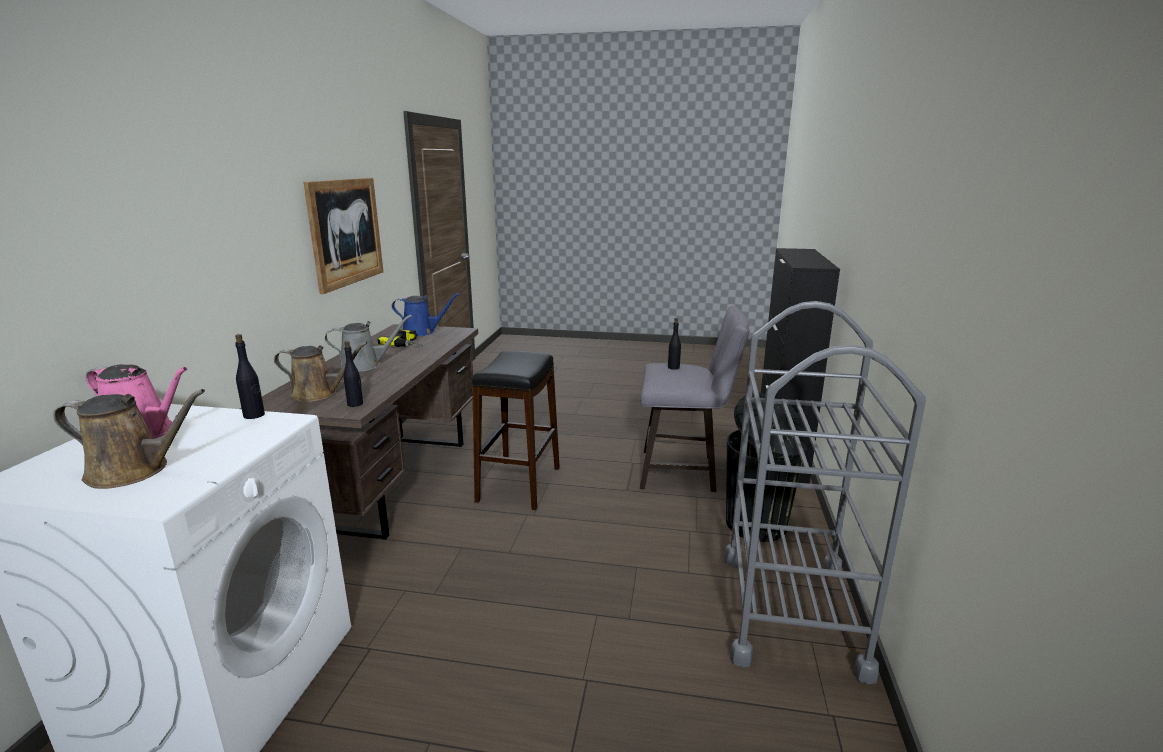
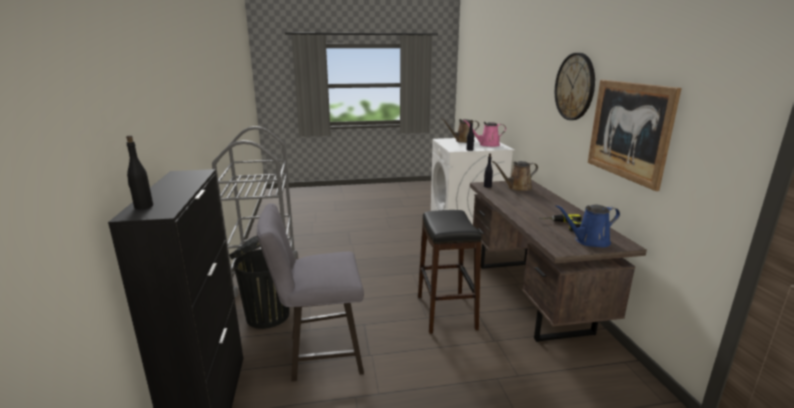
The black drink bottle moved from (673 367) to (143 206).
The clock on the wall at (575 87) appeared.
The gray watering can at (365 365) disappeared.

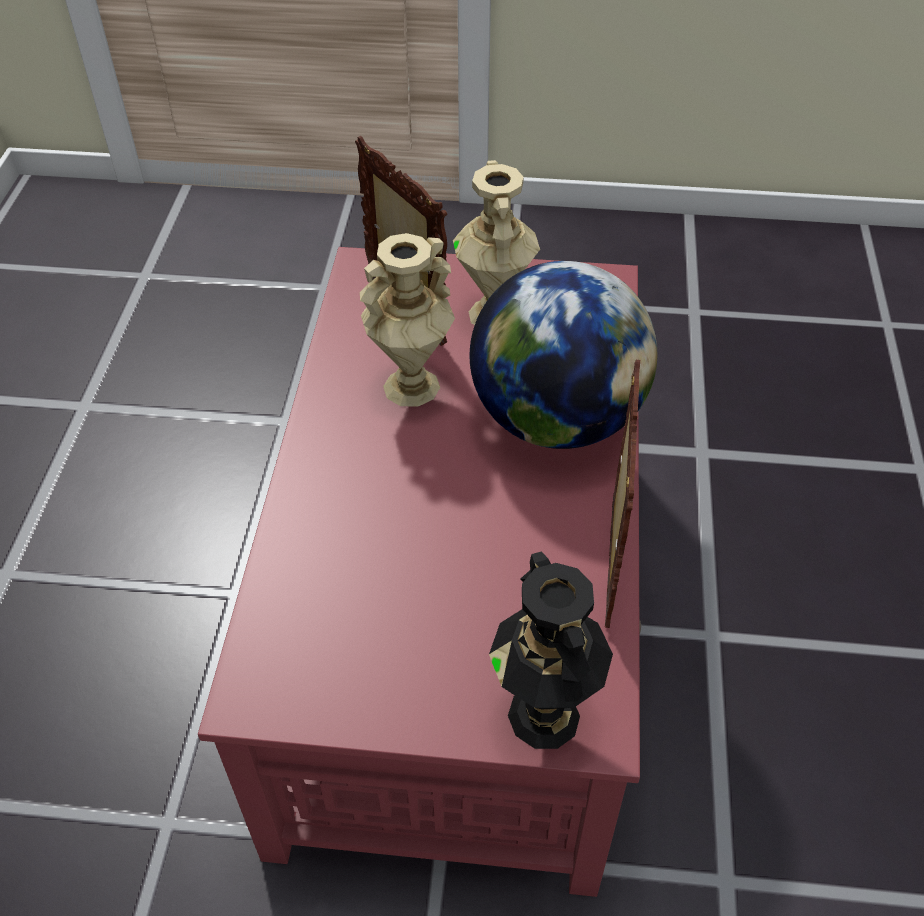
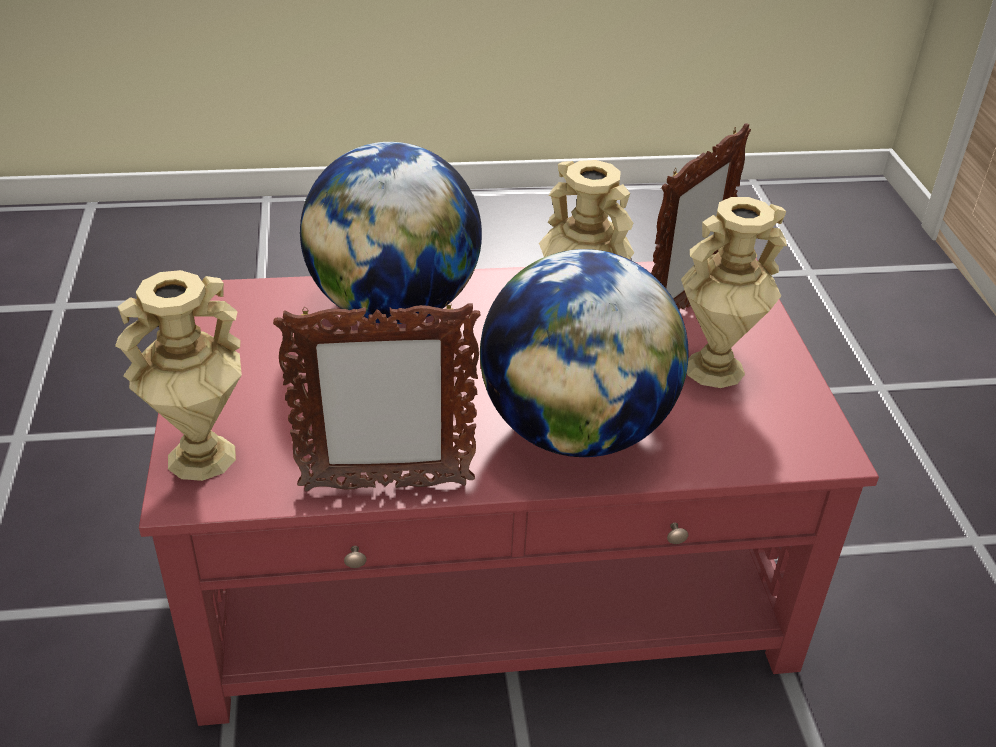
The black vase at (545 715) became the beige vase at (201 458).
The globe at (394 307) appeared.

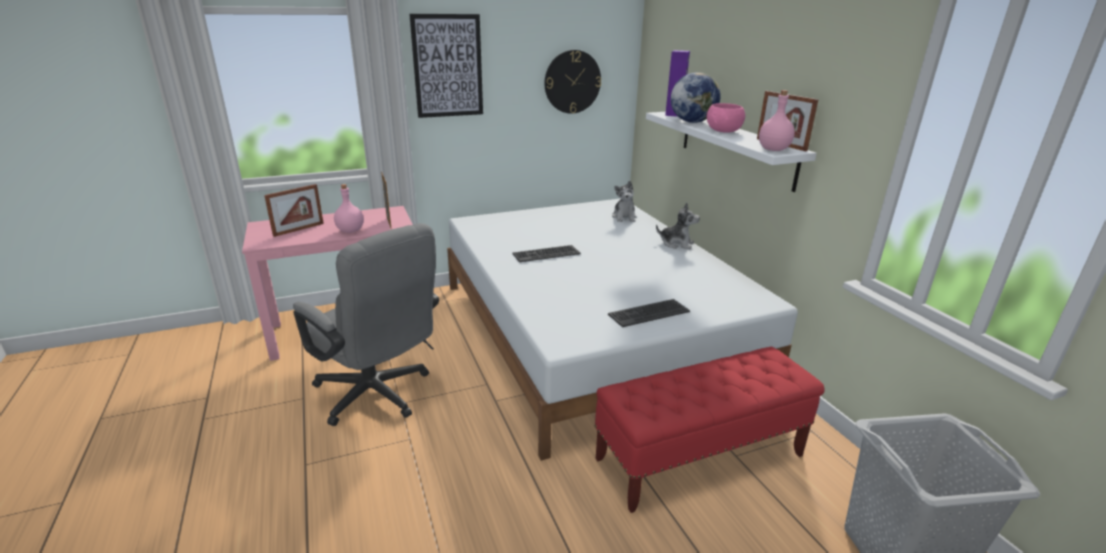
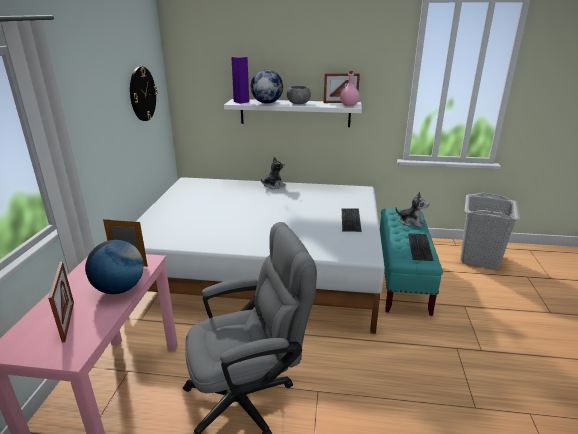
The pink-coloured drink bottle at (350 231) was replaced by the globe at (119 289).
The pink-coloured bowl at (723 131) became the gray bowl at (298 103).
The reddish long seat at (700 457) became the turquoise-coloured long seat at (402 278).
The soft toy moved from (624 217) to (411 222).
The PC keyboard moved from (546 254) to (419 247).
The wall art at (448 66) disappeared.

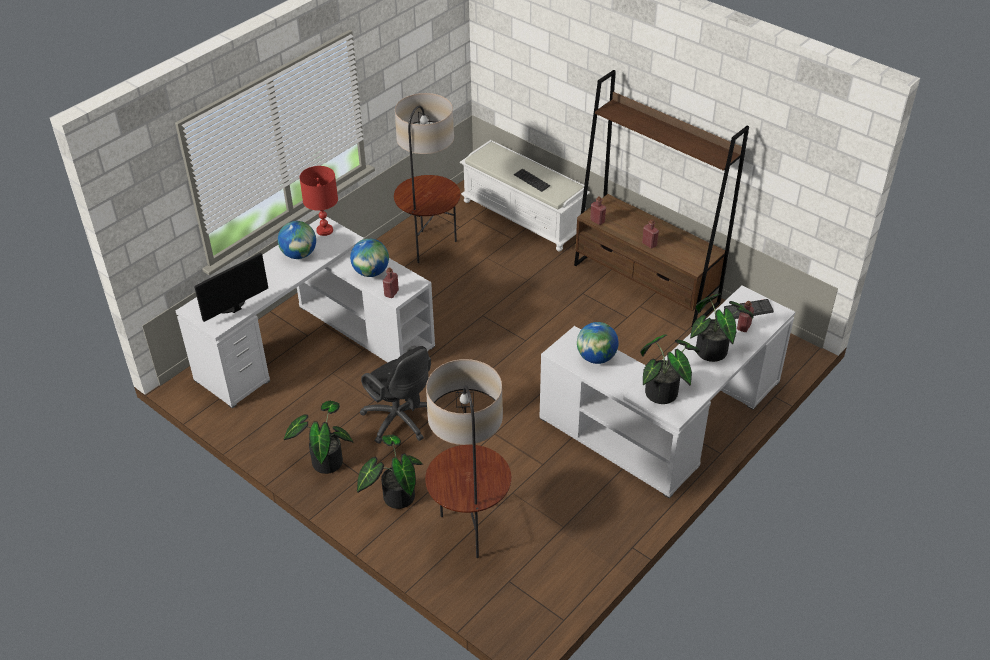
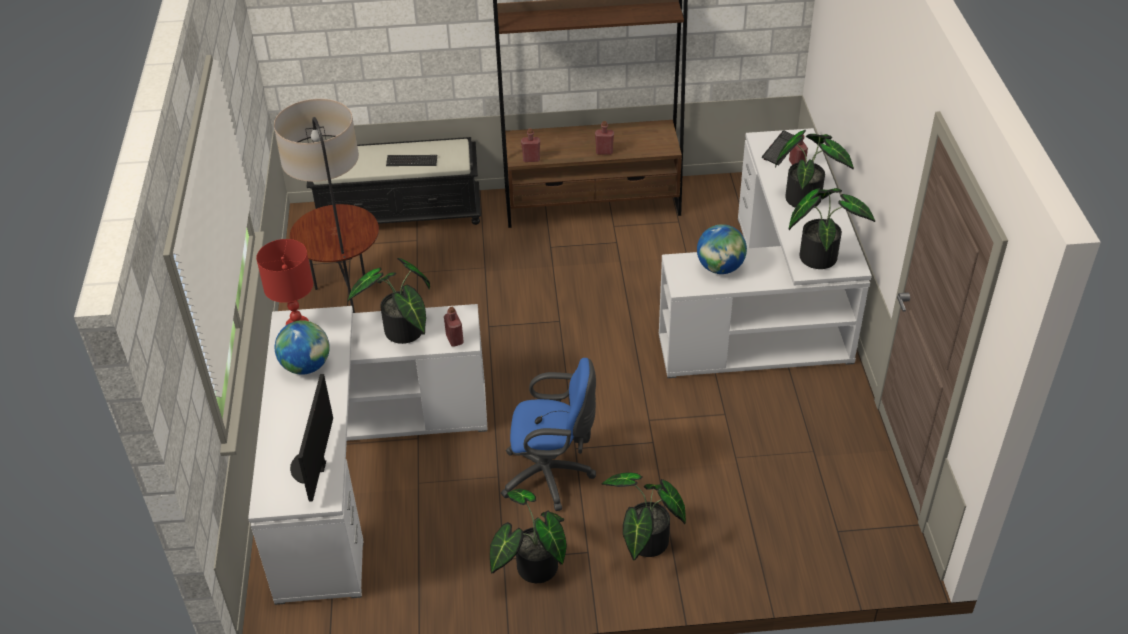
The white-coloured long seat at (524 216) became the black long seat at (400 213).
The globe at (371 272) was replaced by the plant in a pot at (403 334).
The black computer chair at (400 422) became the blue computer chair at (551 475).
The standing lamp at (470 531) disappeared.

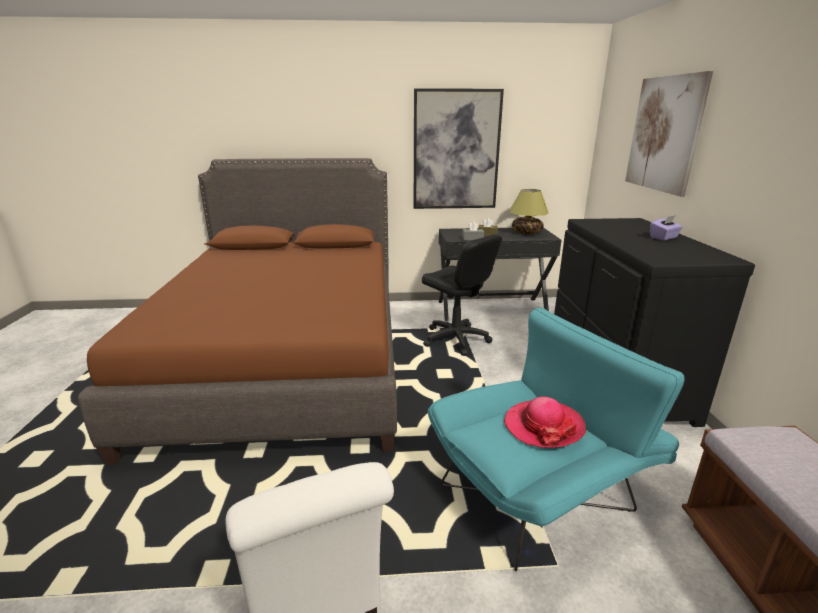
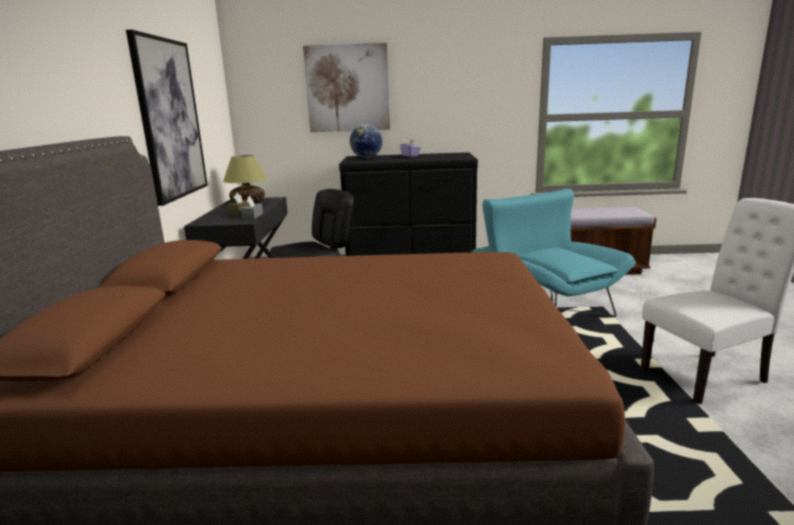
The globe at (366 158) appeared.
The wearable hat at (543 426) disappeared.

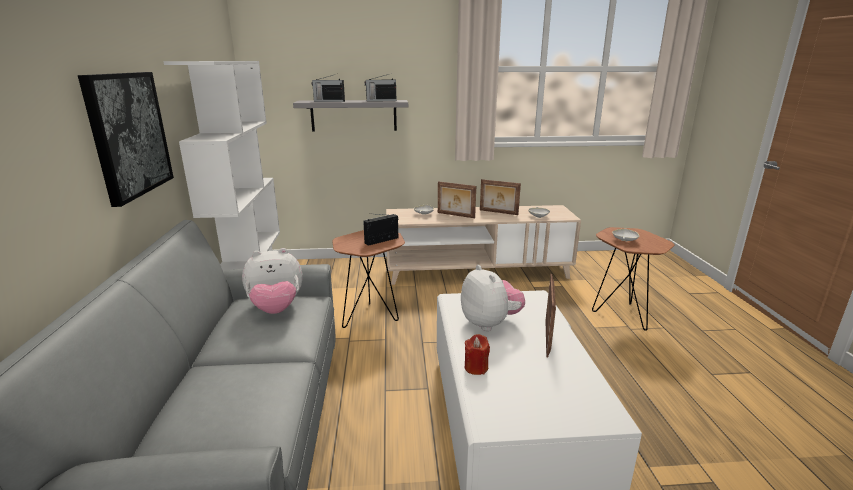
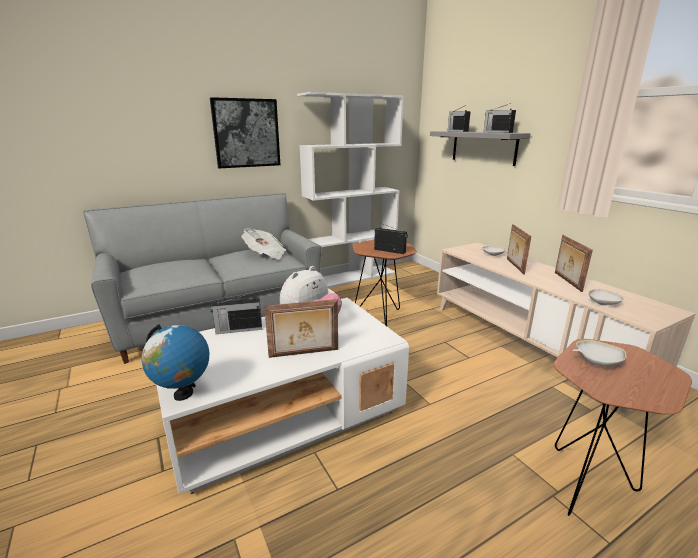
The globe at (183 394) appeared.
The reddish candle at (476 367) was replaced by the radio at (238 329).
The soft toy at (276 308) was replaced by the newspaper at (265 254).

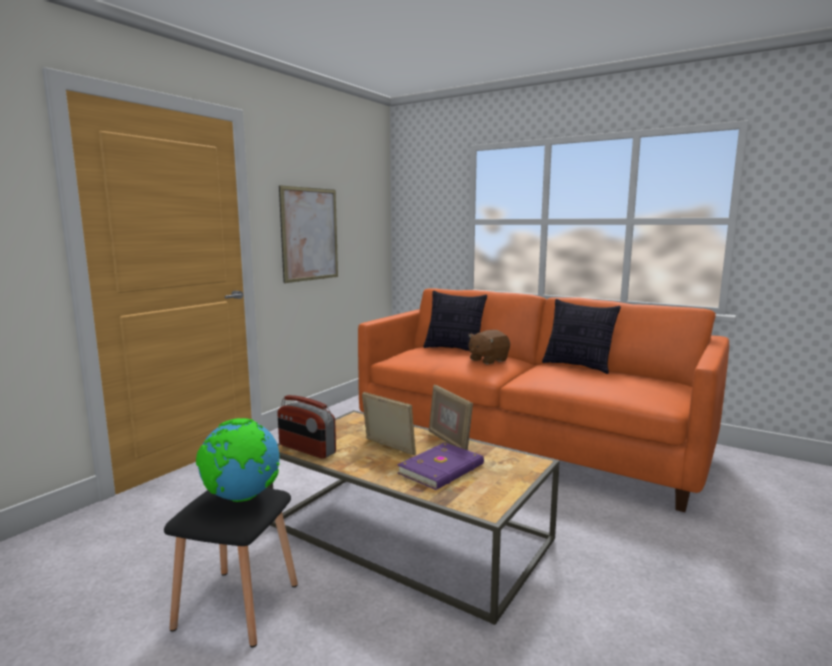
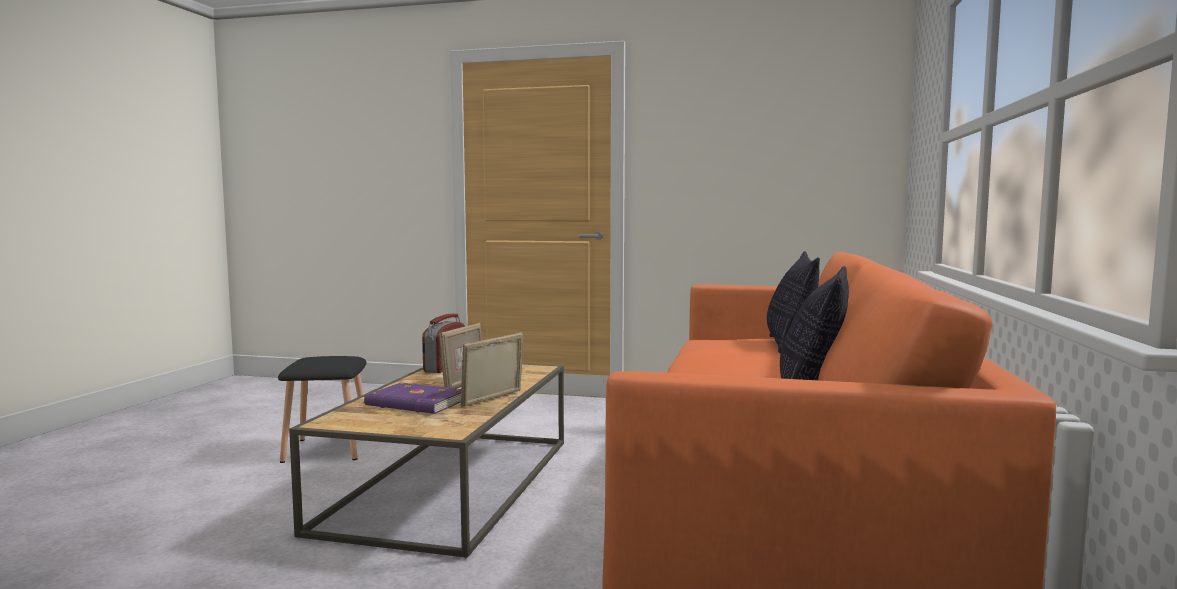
The globe at (241 497) disappeared.
The wall art at (310 234) disappeared.
The brown-coloured soft toy at (487 360) disappeared.

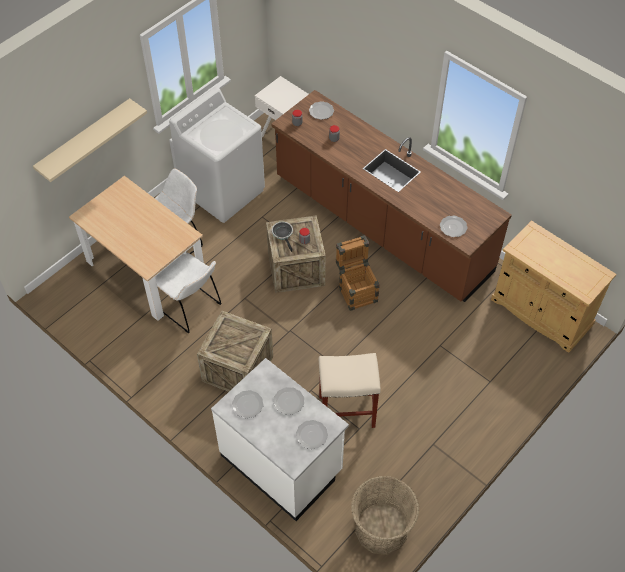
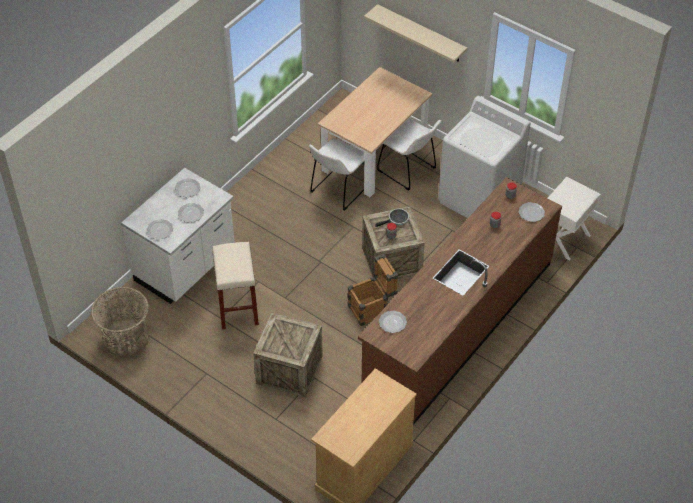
The packing crate moved from (238 369) to (289 370).

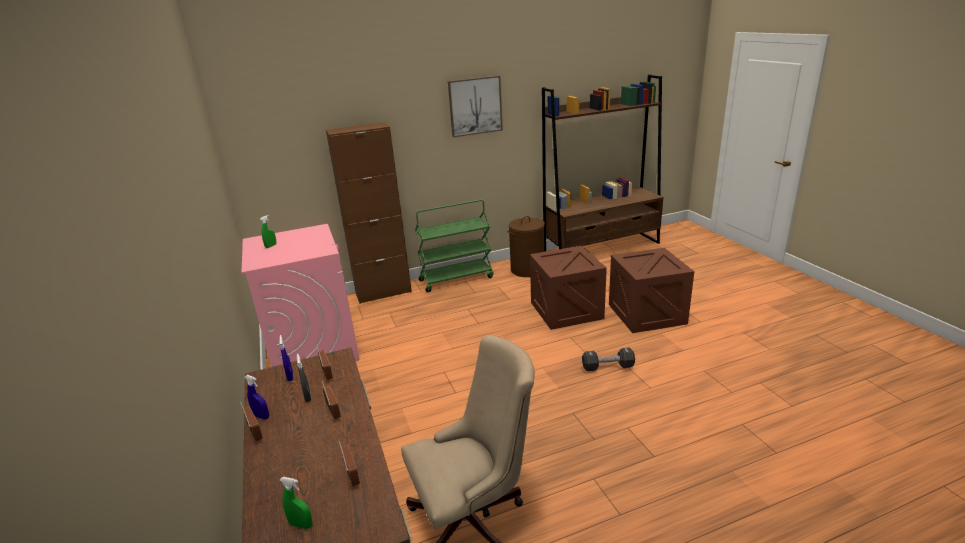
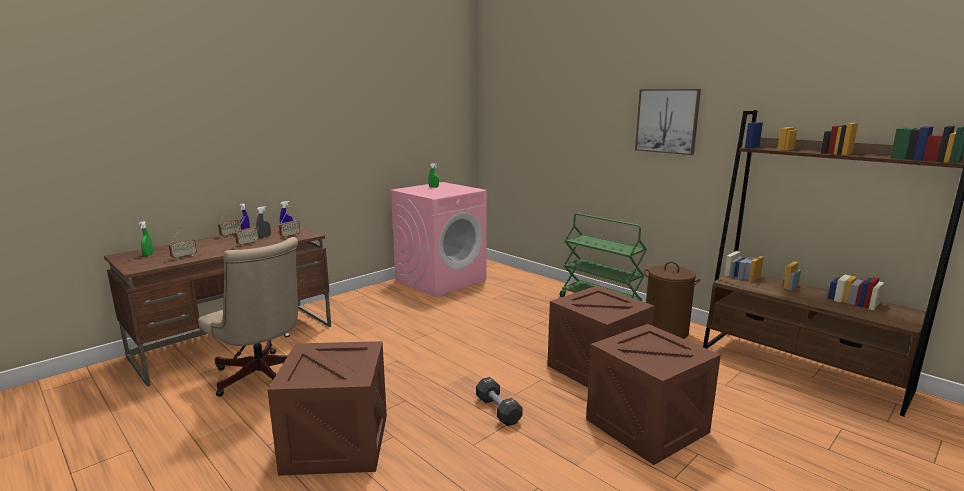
The packing crate at (336 443) appeared.
The brown-coloured cabinet at (383 293) disappeared.

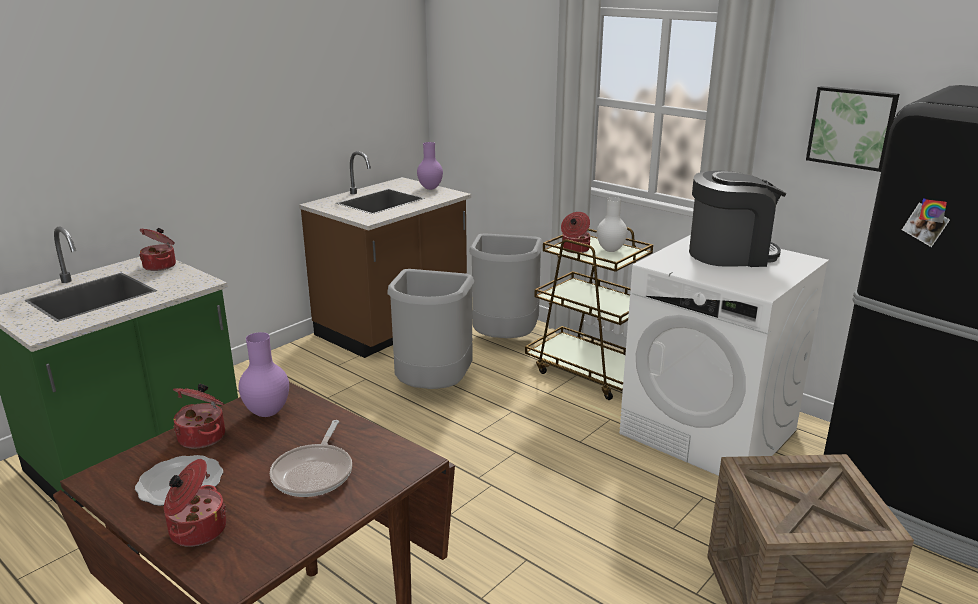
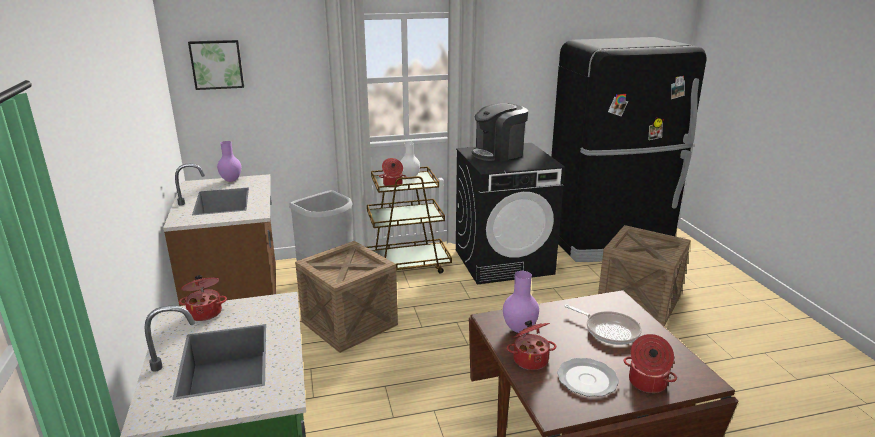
The wall art moved from (852 127) to (217 64).
The gray waste bin at (432 389) was replaced by the packing crate at (349 323).
The white-coloured laundry appliance at (709 432) became the black laundry appliance at (504 261).
The coffee maker at (730 254) turned 150 degrees counterclockwise.

